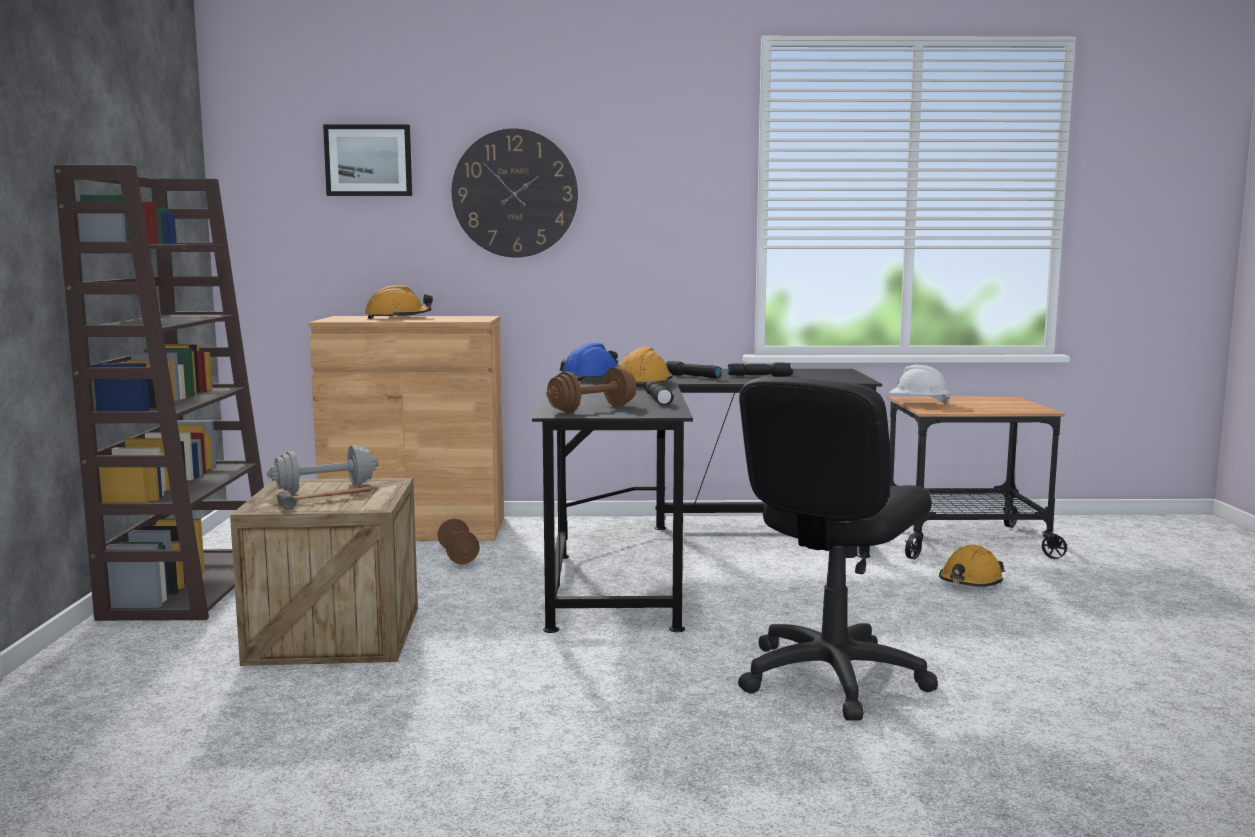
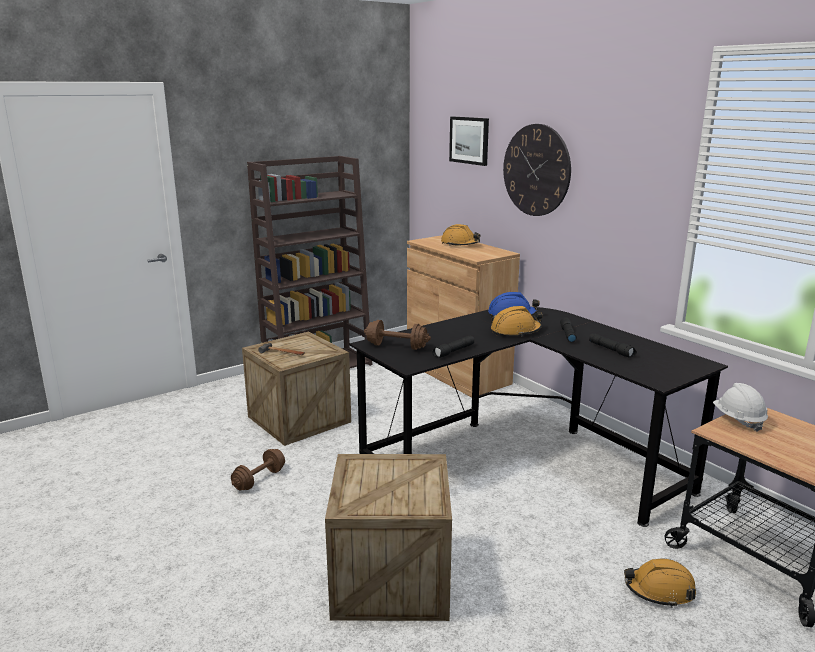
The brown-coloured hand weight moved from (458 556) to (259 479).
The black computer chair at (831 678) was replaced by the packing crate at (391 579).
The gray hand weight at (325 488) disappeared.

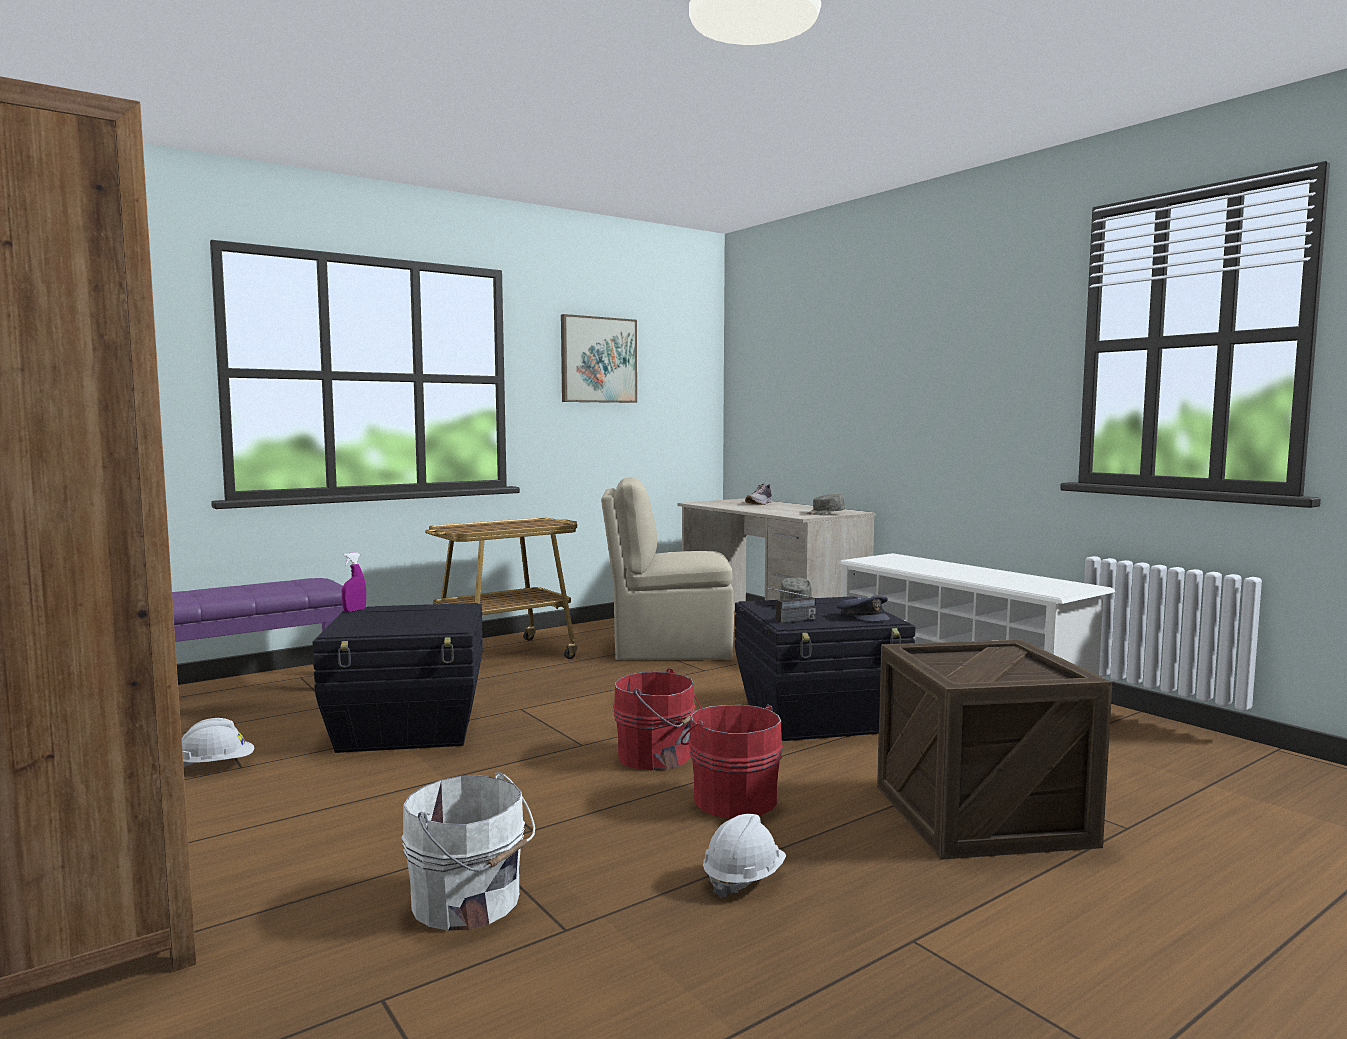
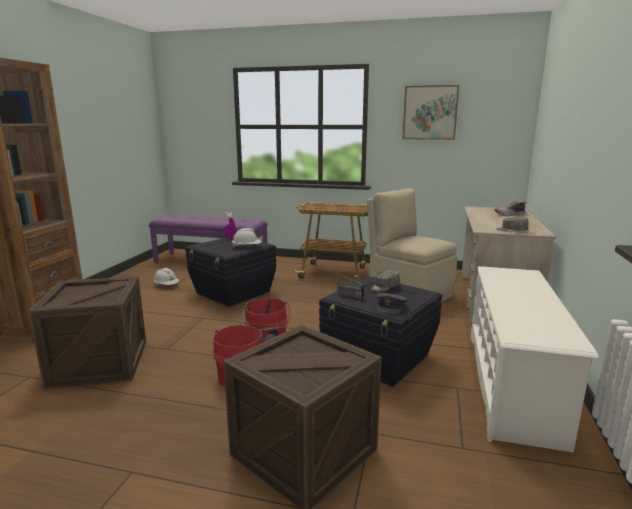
The white-coloured water bucket at (469 903) was replaced by the packing crate at (99 363).
The white-coloured hard hat moved from (743 879) to (246 247).

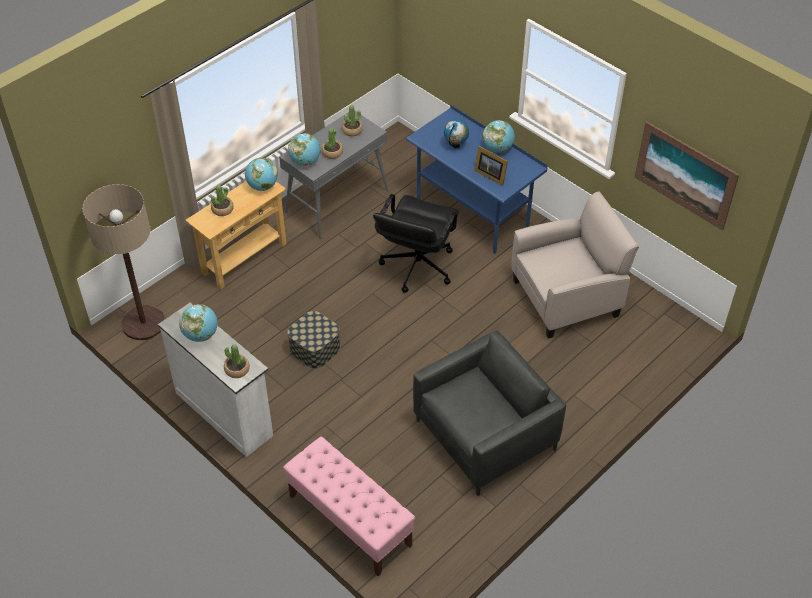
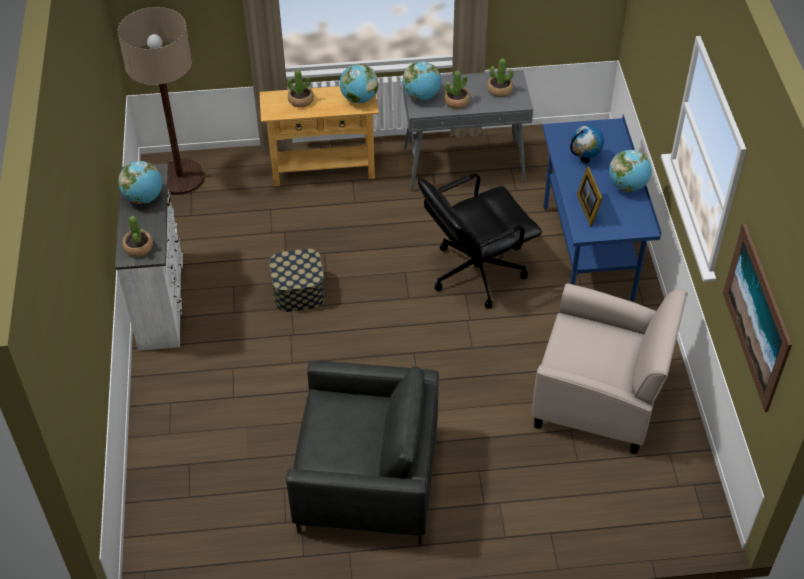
The pink-coloured long seat at (349 520) disappeared.

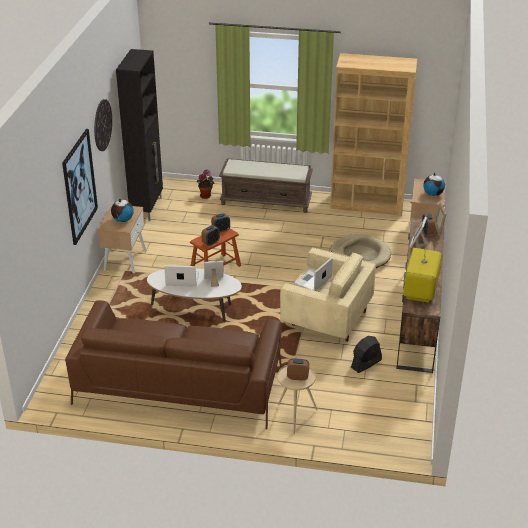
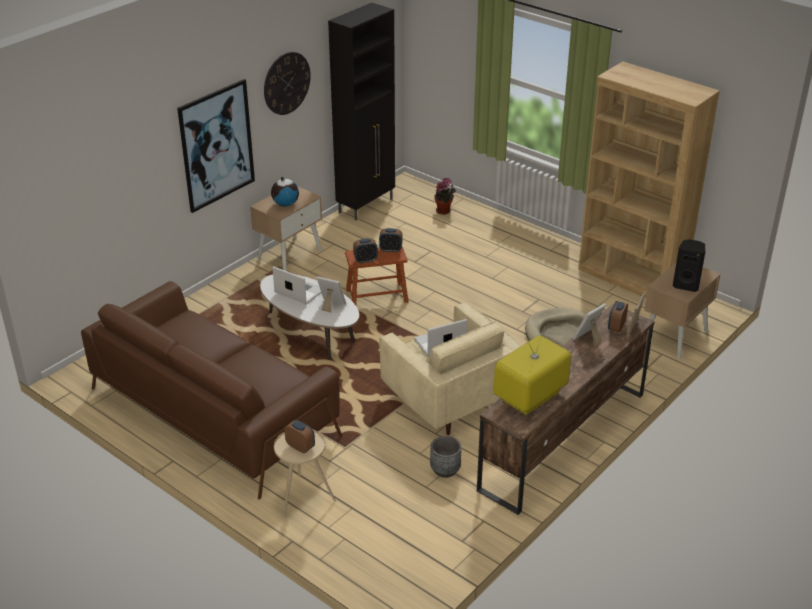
The black fan at (366 363) was replaced by the gray plant pot at (445 470).
The globe at (433 194) was replaced by the black loudspeaker at (686 285).
The brown-coloured long seat at (266 201) disappeared.

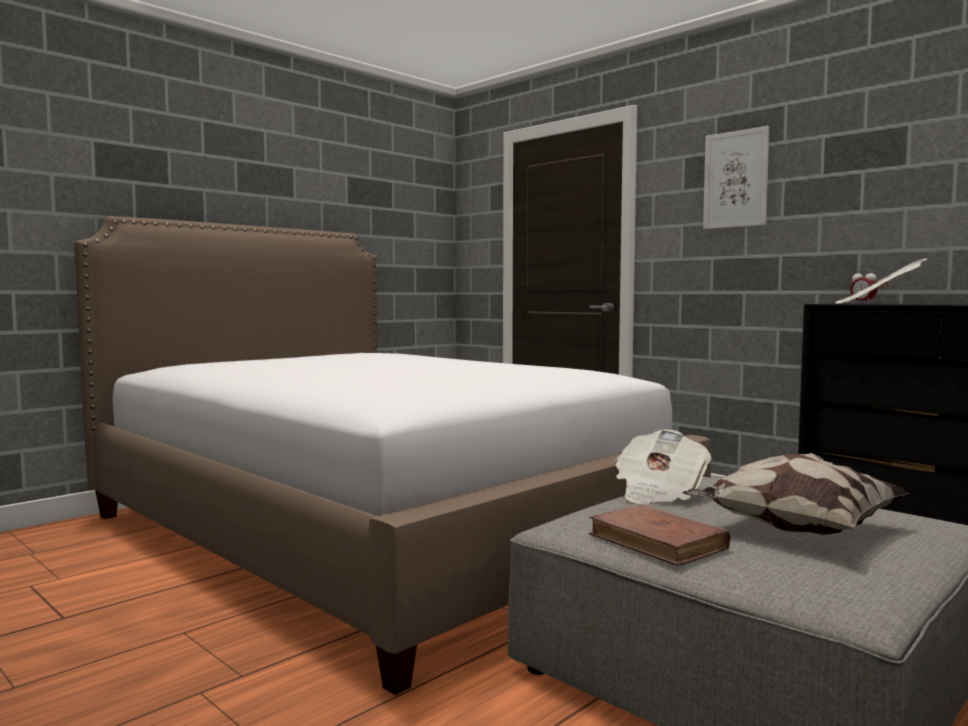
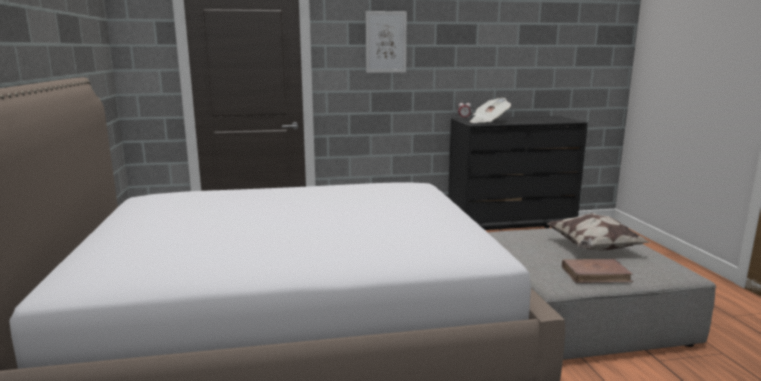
The newspaper at (658 492) disappeared.

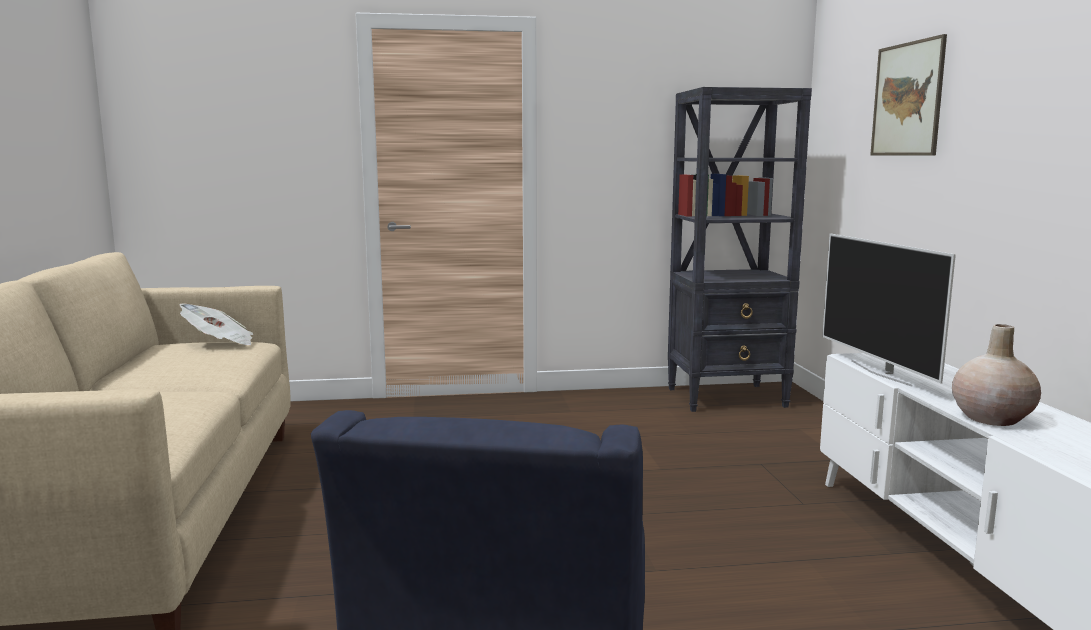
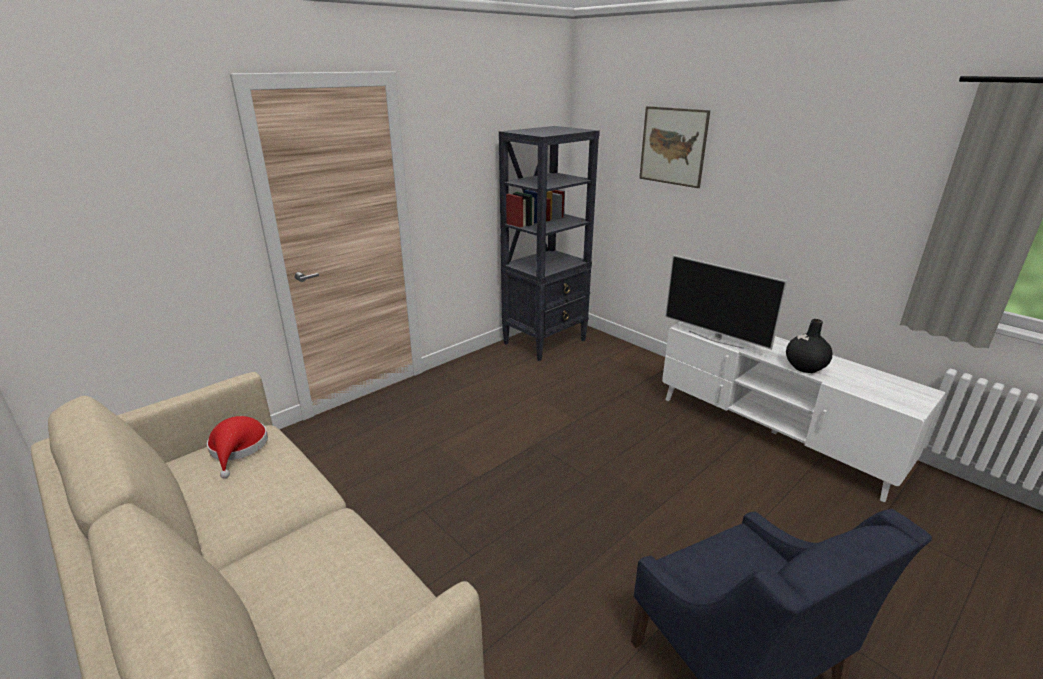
The newspaper at (220 343) was replaced by the reddish wearable hat at (238 448).
The beige vase at (992 418) became the black vase at (805 367).

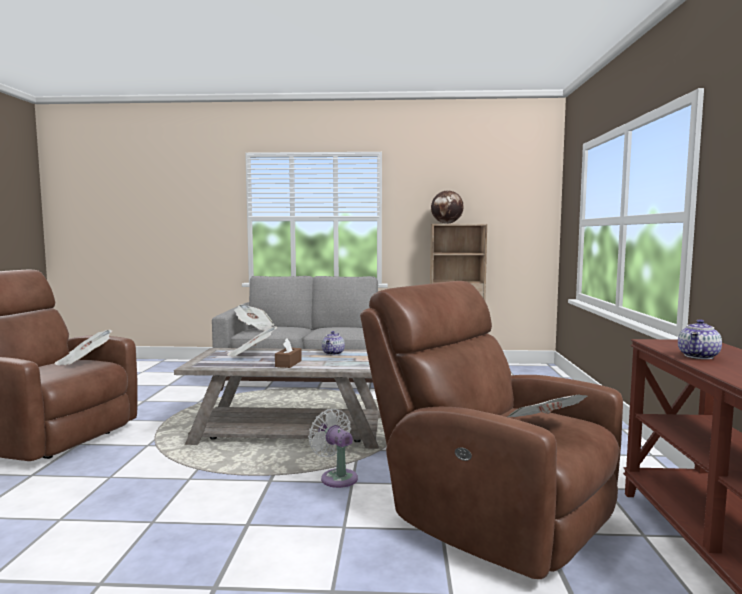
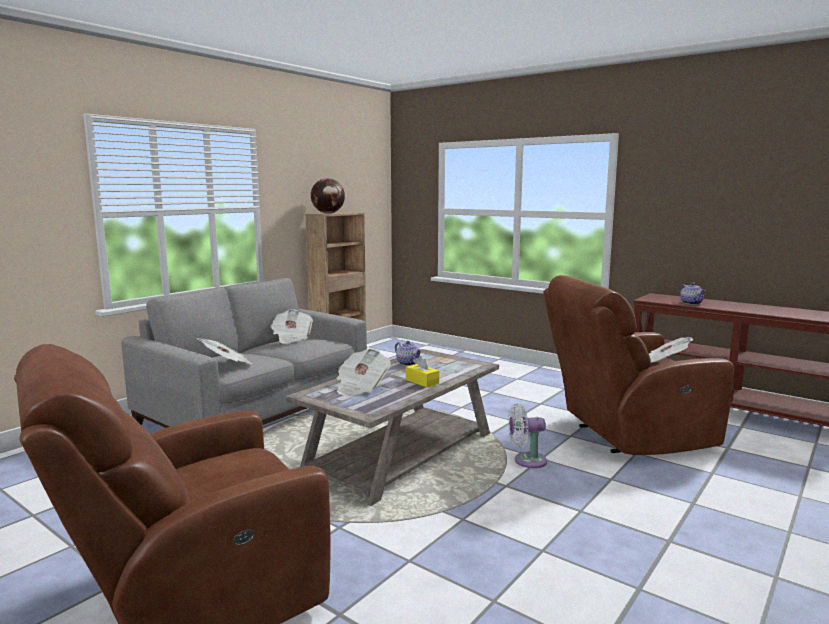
The newspaper moved from (84 361) to (291 338).
The brown-coloured box of tissues at (288 363) became the yellow box of tissues at (422 381).

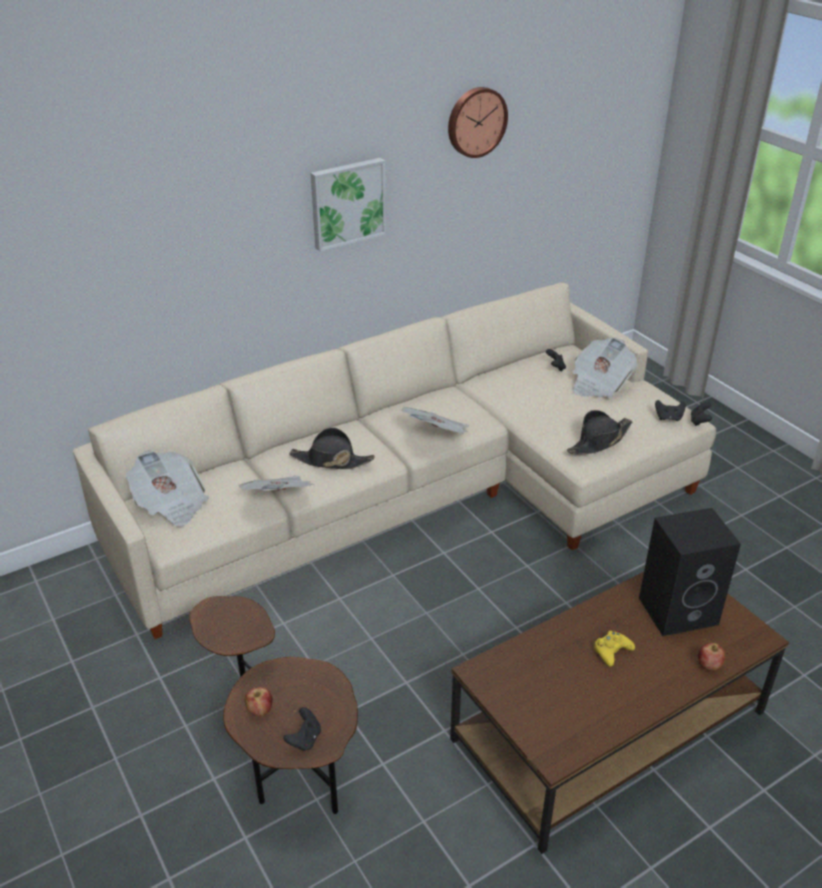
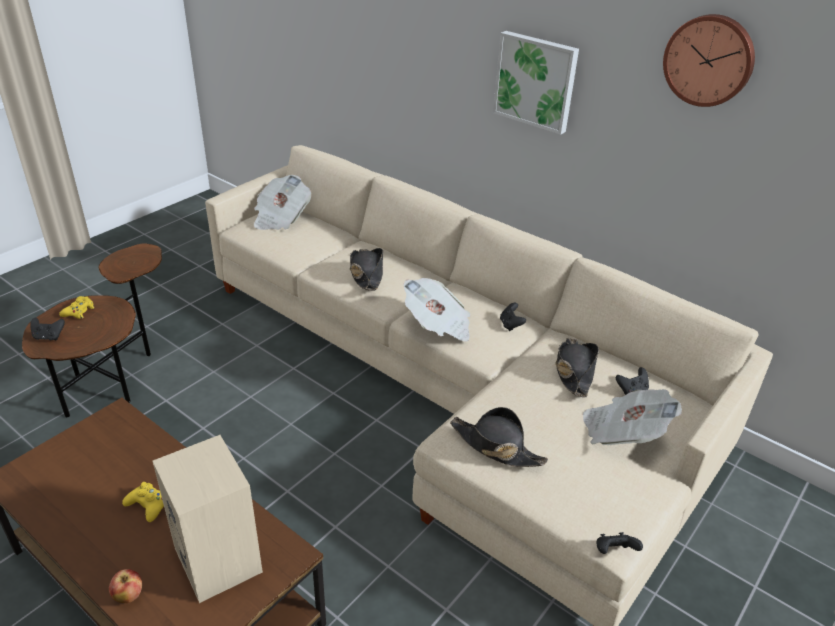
The whole apple at (260 710) was replaced by the yellow game controller at (79 311).
The black loudspeaker at (679 609) became the beige loudspeaker at (220 560).
The black game controller moved from (668 418) to (510 325).
The black wearable hat at (574 371) appeared.
The newspaper at (279 499) disappeared.

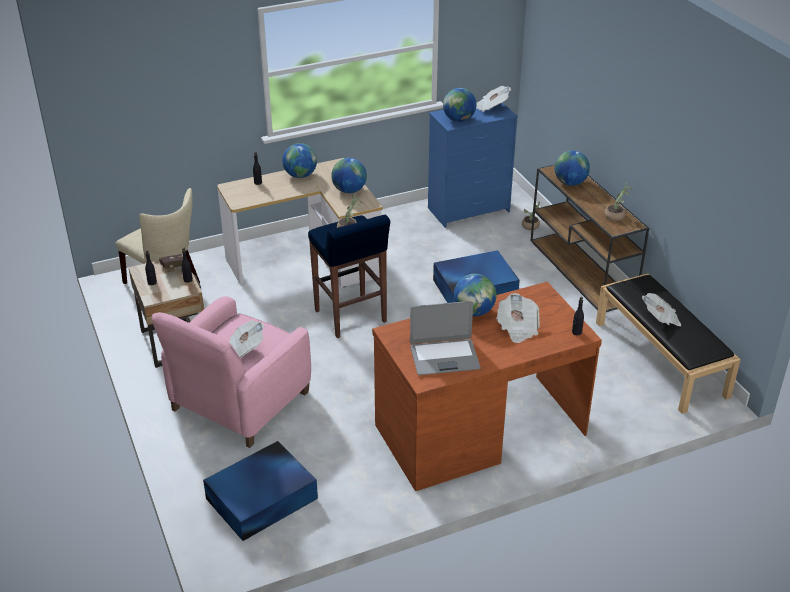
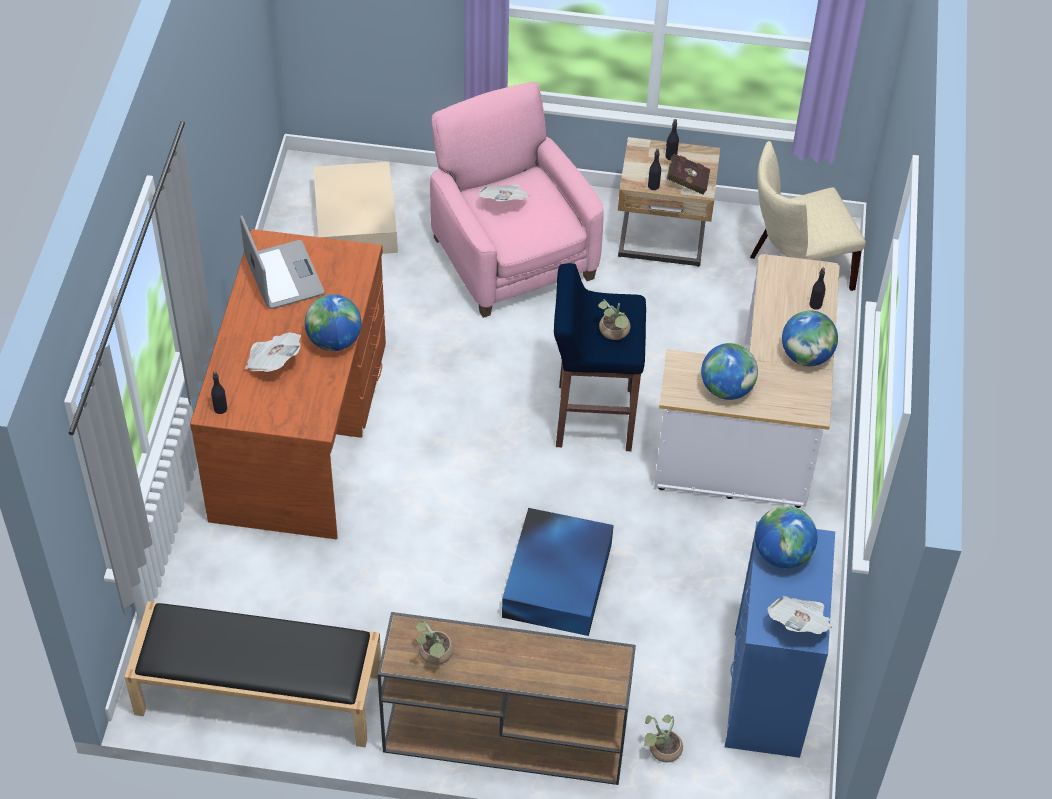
The laptop at (444 357) turned 135 degrees clockwise.
The blue storage container at (263 498) became the beige storage container at (355 221).
The globe at (570 183) disappeared.
The newspaper at (660 319) disappeared.

